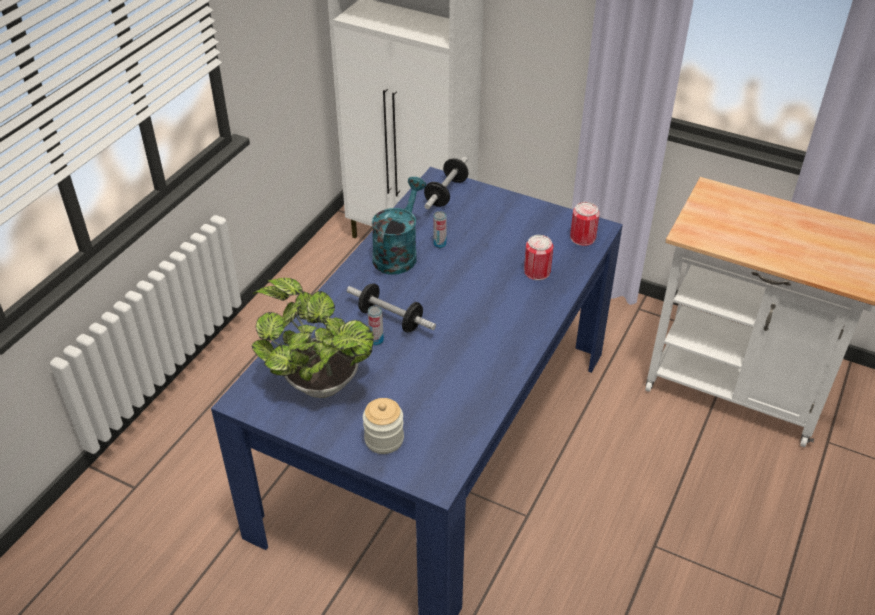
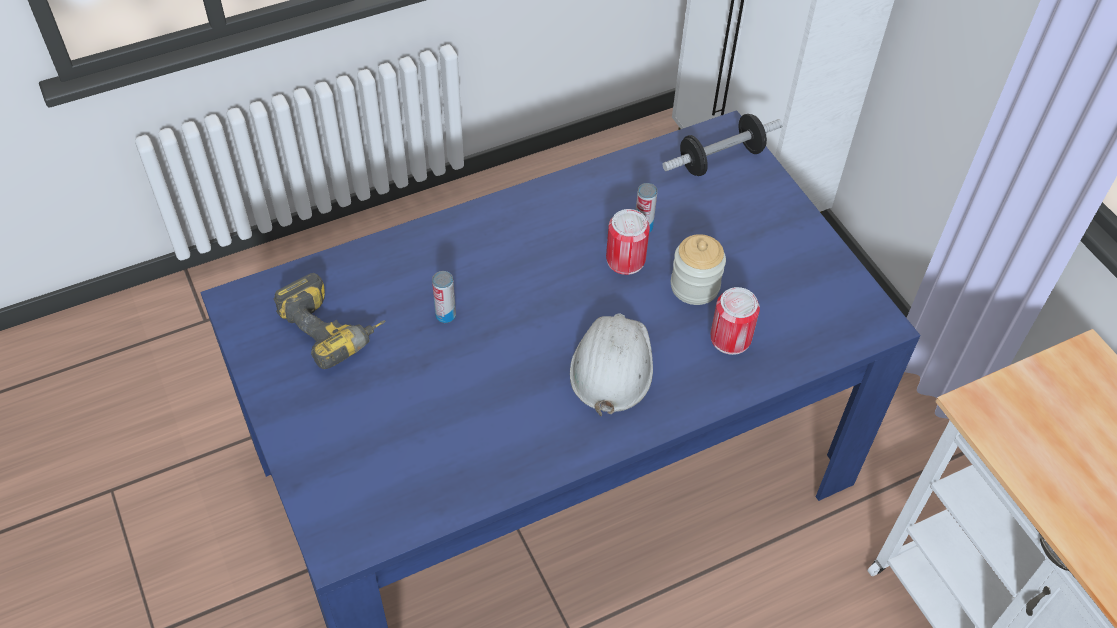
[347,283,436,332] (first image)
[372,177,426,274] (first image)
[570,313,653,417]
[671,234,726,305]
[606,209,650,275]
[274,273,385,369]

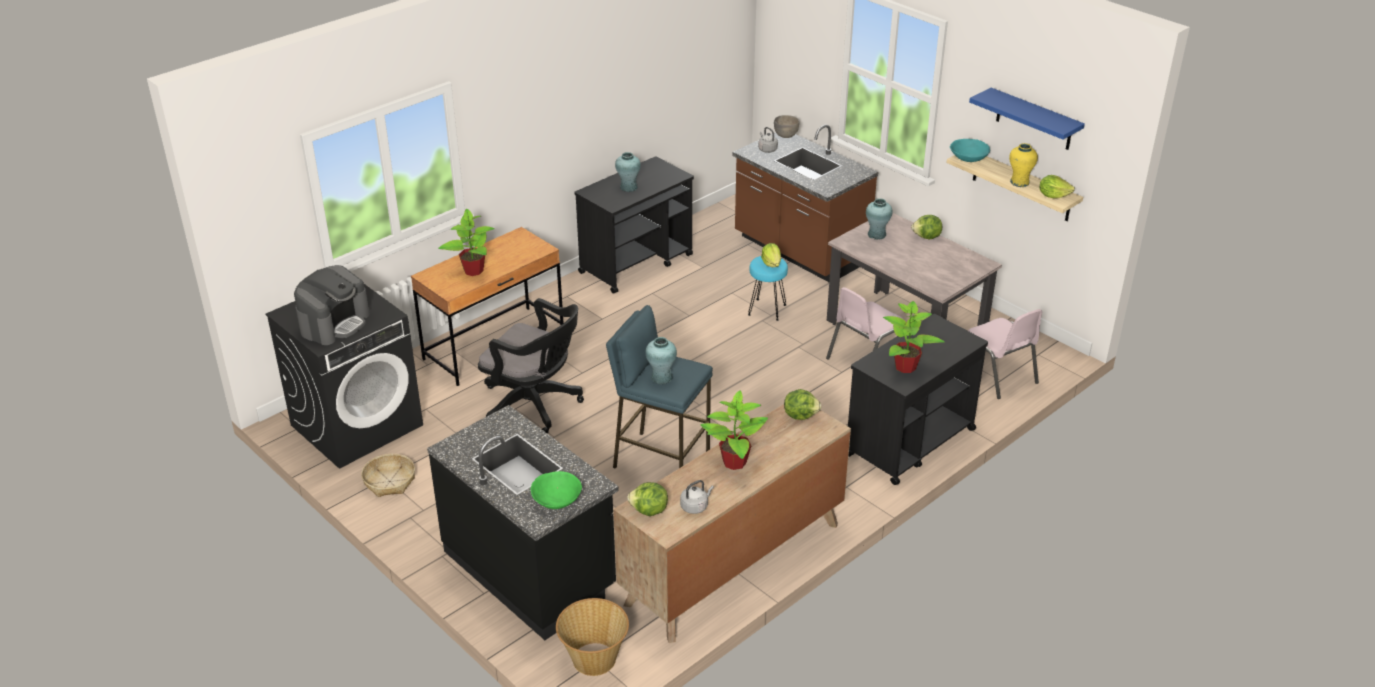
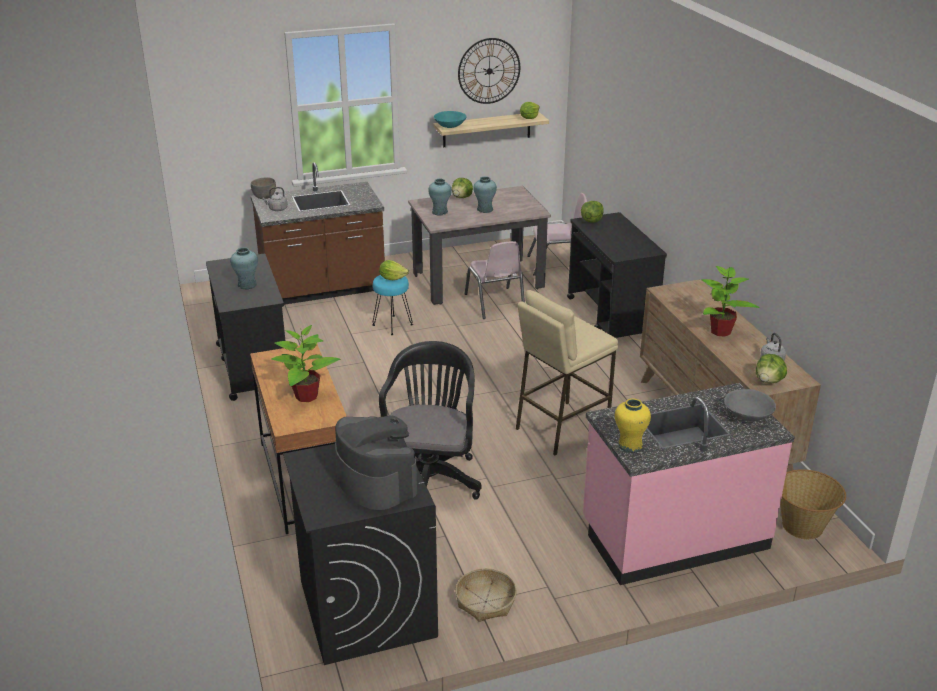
[883,301,945,373] (first image)
[473,177,497,213]
[581,201,604,223]
[615,399,651,453]
[458,38,520,104]
[583,383,795,585]
[724,389,776,421]
[516,290,618,456]
[379,341,482,500]

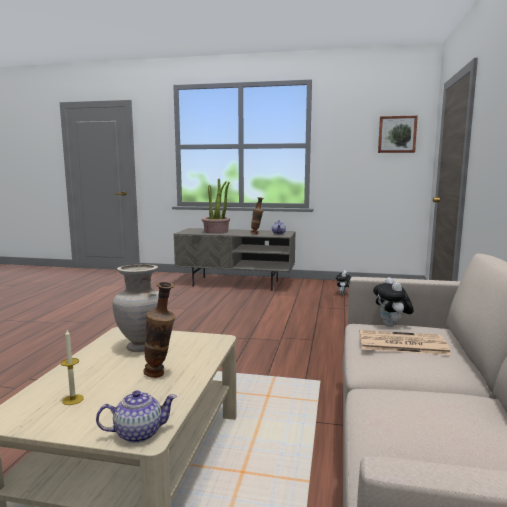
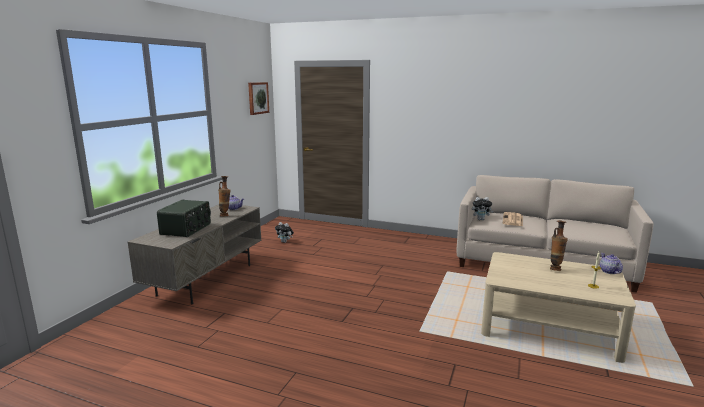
[113,265,159,352] (first image)
[157,200,211,237]

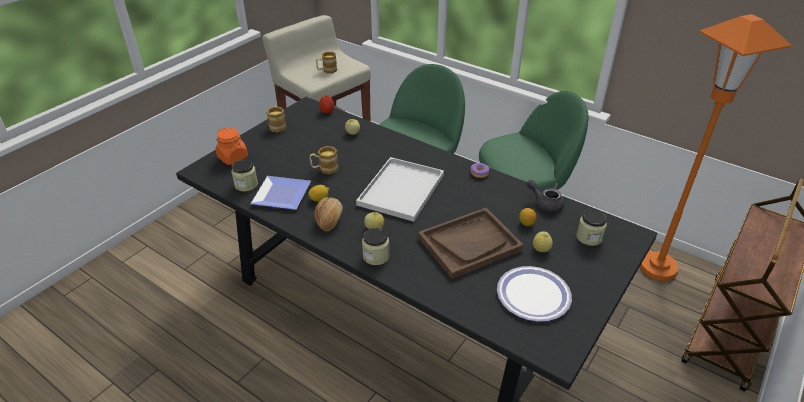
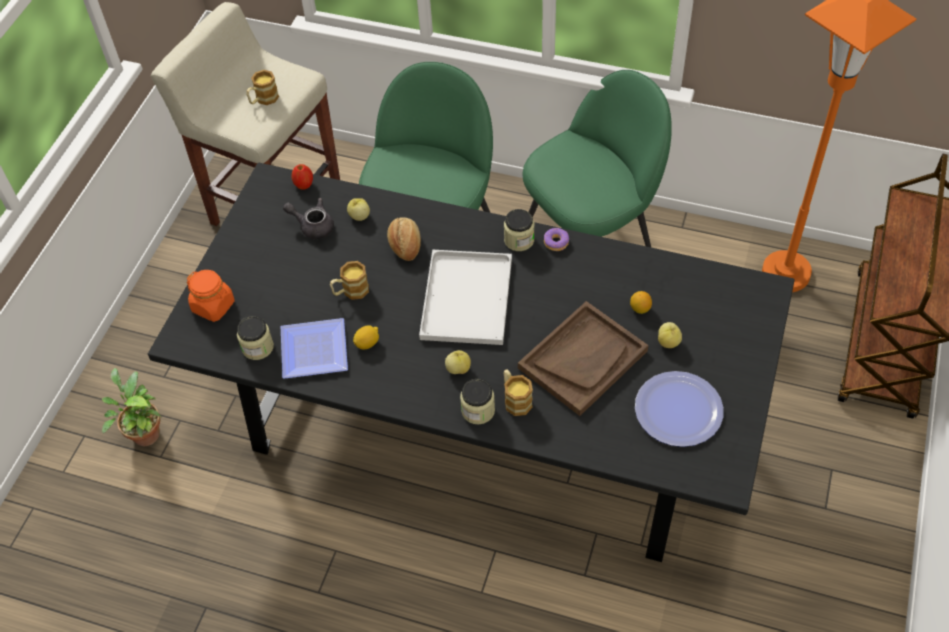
[102,368,162,446]
[504,369,533,416]
[387,217,421,261]
[283,198,334,239]
[504,209,534,251]

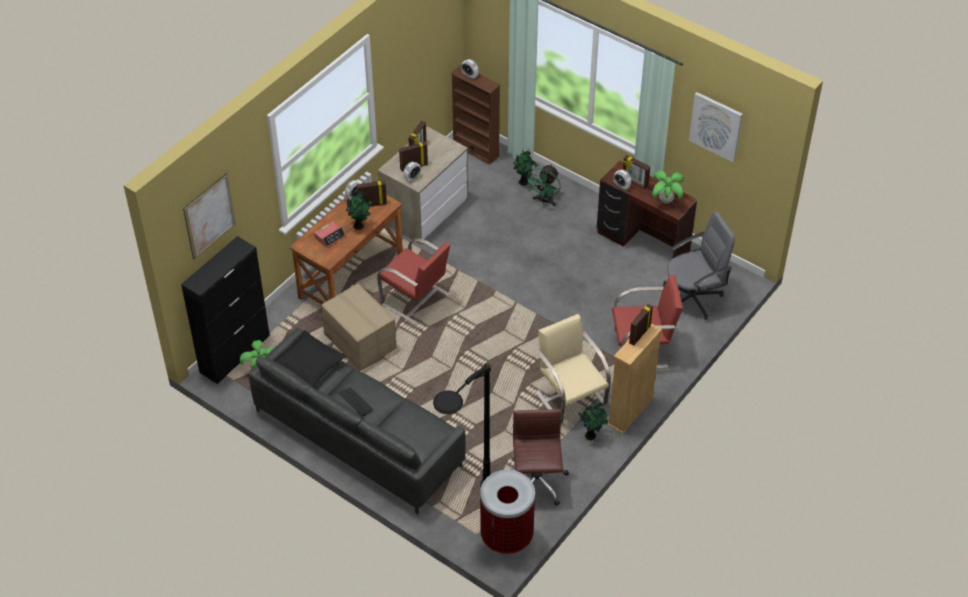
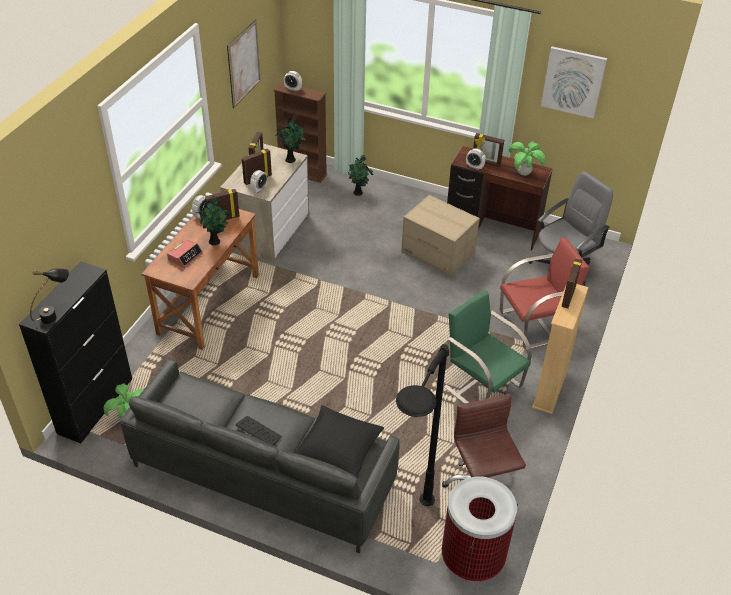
[377,238,450,325] (first image)
[525,164,561,206] (first image)
[30,269,69,324]
[227,19,261,108]
[294,405,384,478]
[401,195,480,276]
[275,116,305,163]
[444,290,532,404]

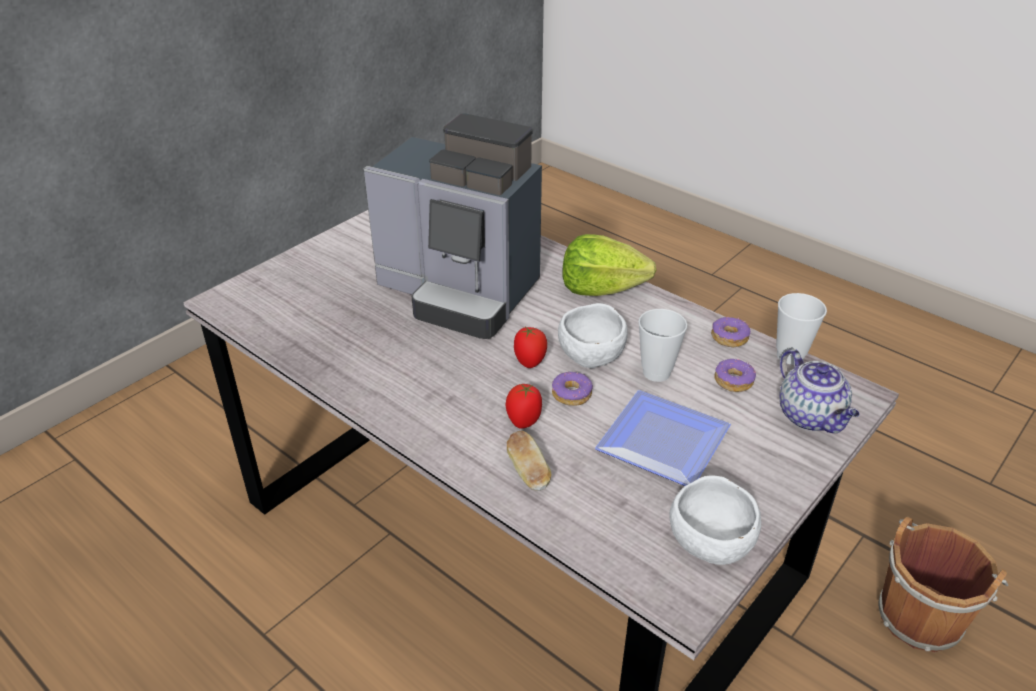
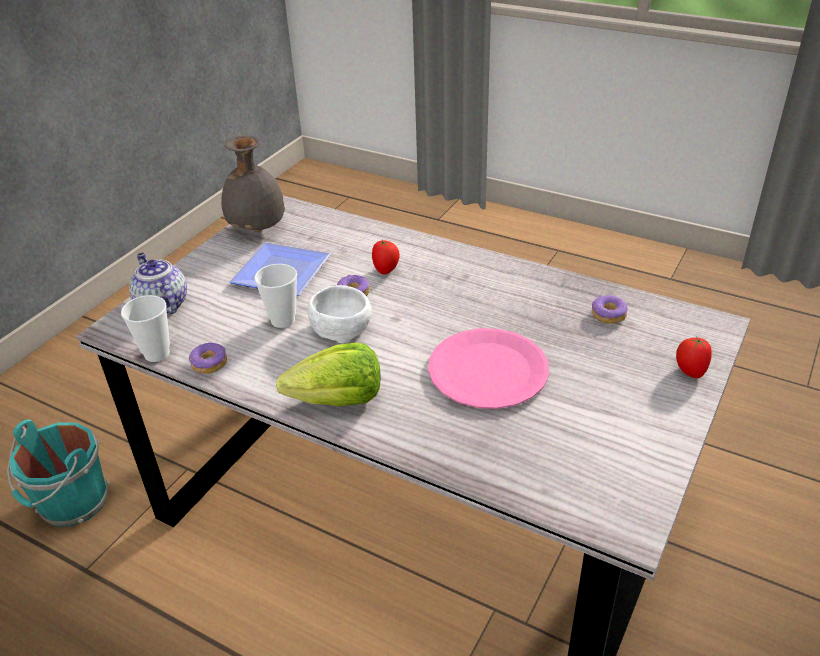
[507,431,551,491] (first image)
[676,336,712,378]
[592,295,628,324]
[428,328,549,409]
[221,135,285,232]
[7,419,110,527]

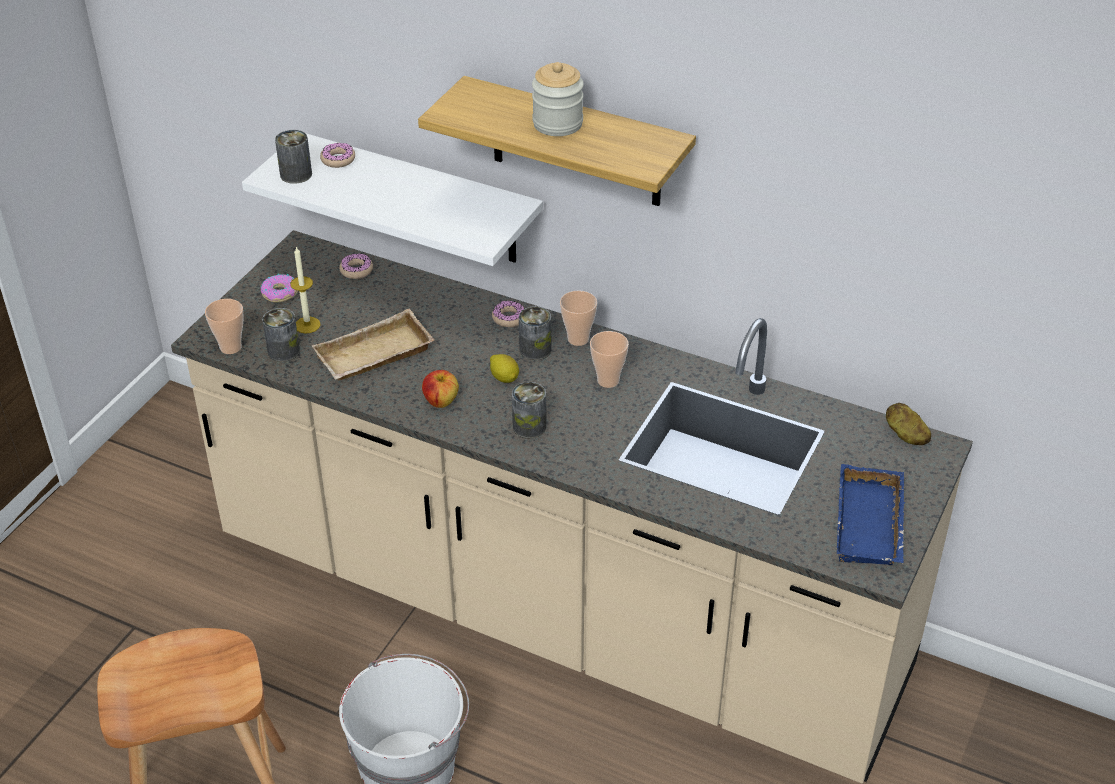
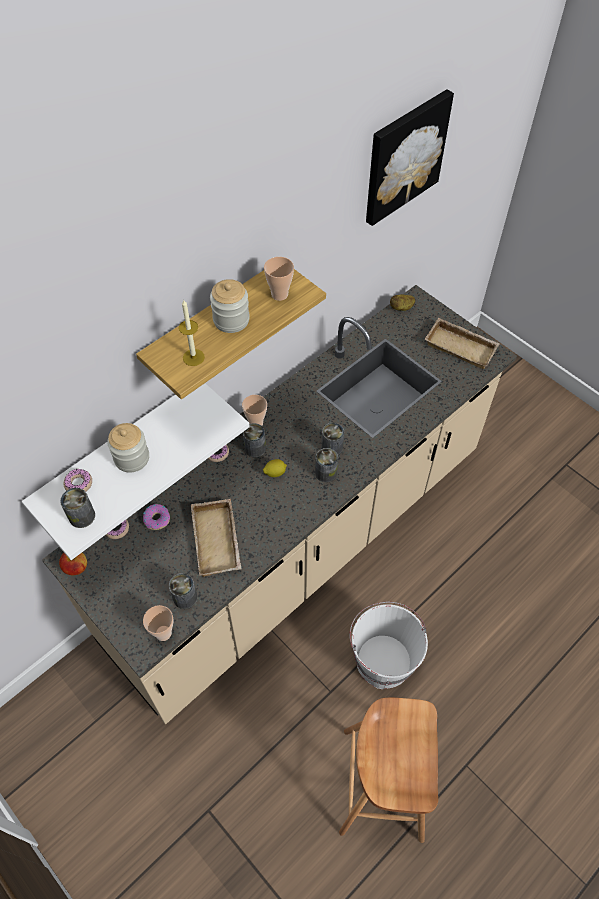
[107,423,149,473]
[322,423,344,455]
[366,90,454,226]
[143,504,170,530]
[179,300,205,366]
[59,553,87,575]
[264,257,294,301]
[425,318,500,369]

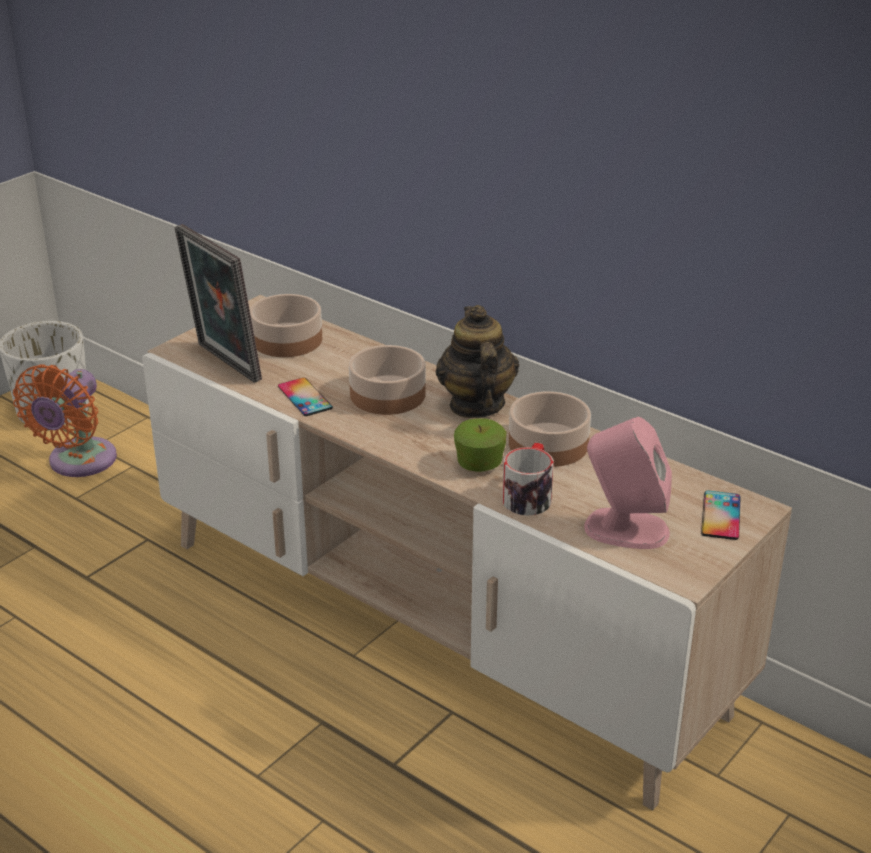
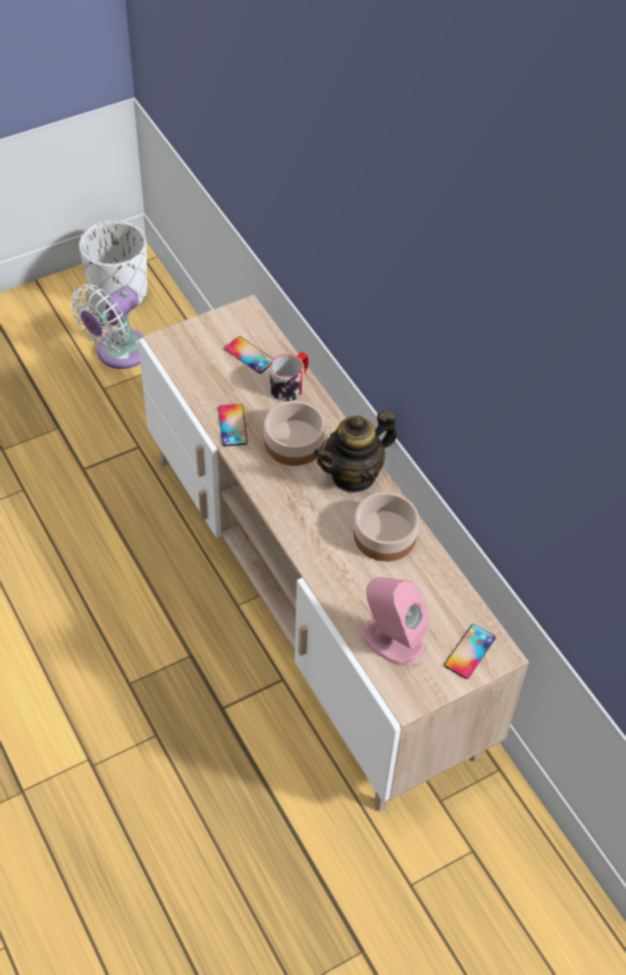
[174,224,262,383] (first image)
[454,418,506,472] (first image)
[270,352,309,401]
[224,336,273,374]
[71,284,144,369]
[314,410,397,493]

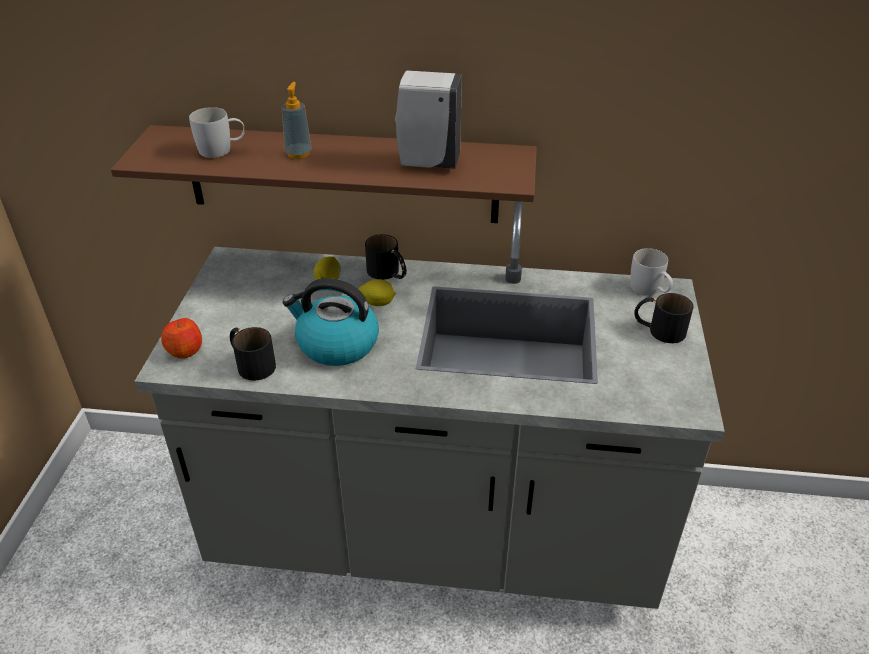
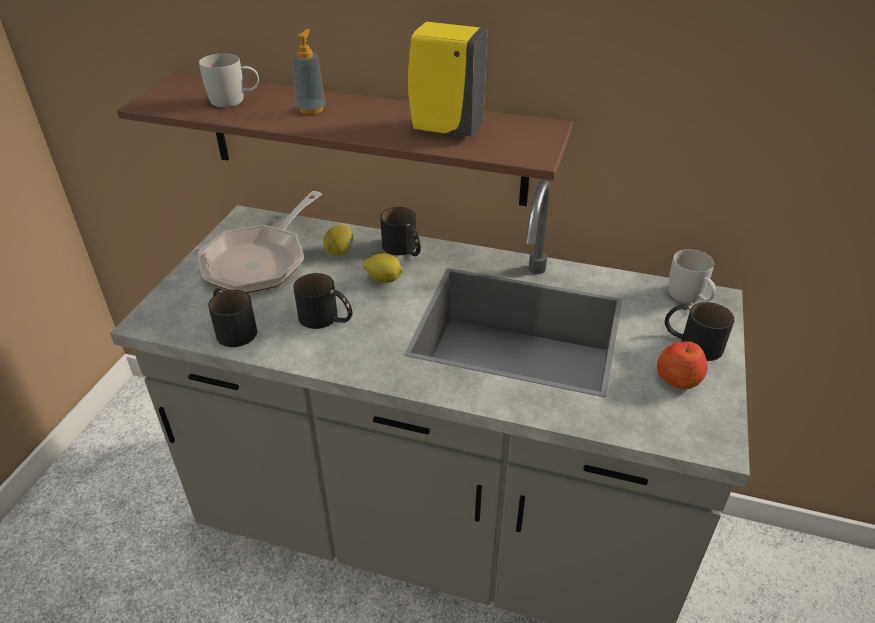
[198,191,322,293]
[657,341,708,389]
[293,273,353,329]
[408,22,487,137]

